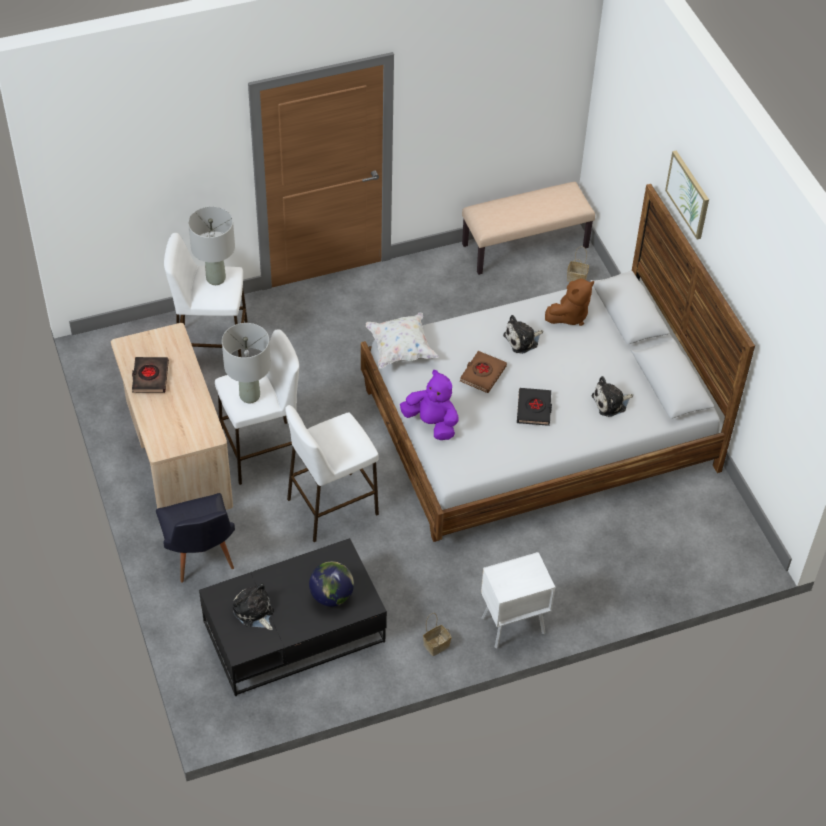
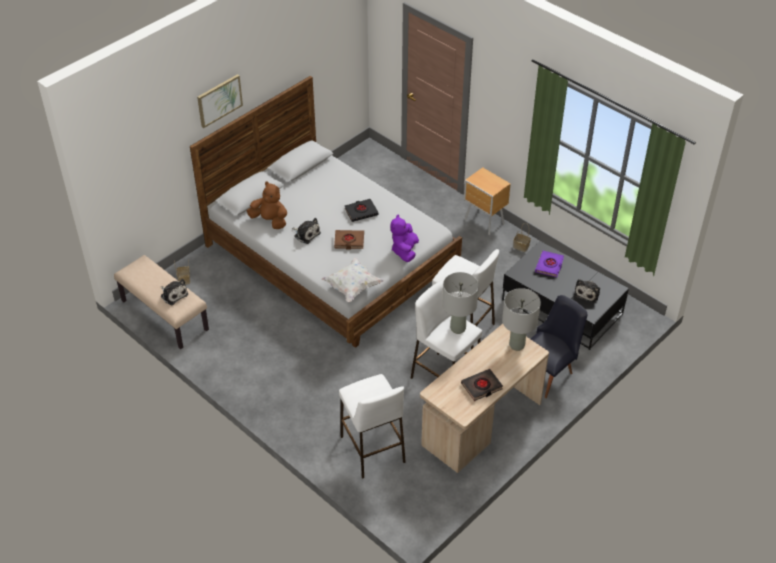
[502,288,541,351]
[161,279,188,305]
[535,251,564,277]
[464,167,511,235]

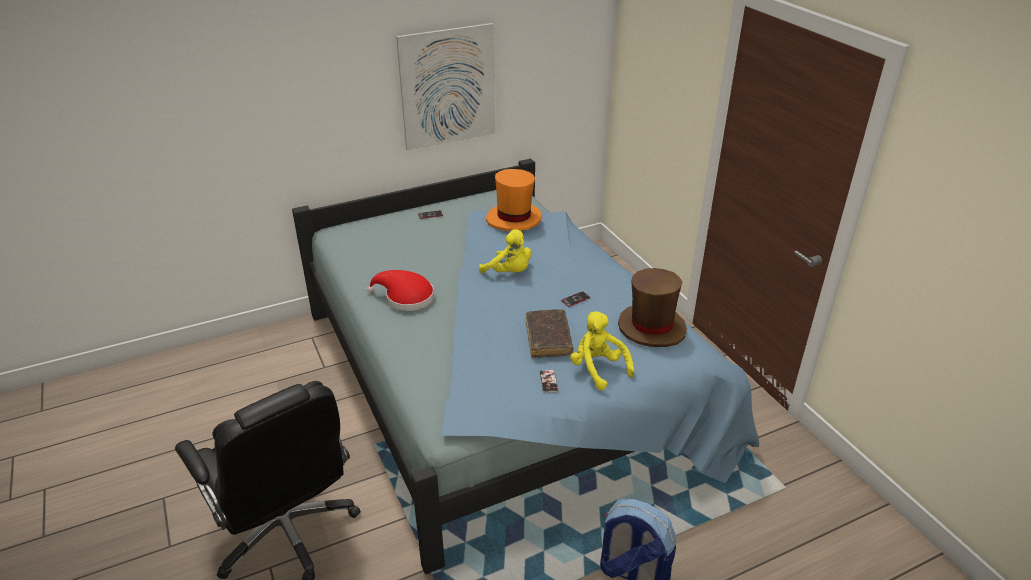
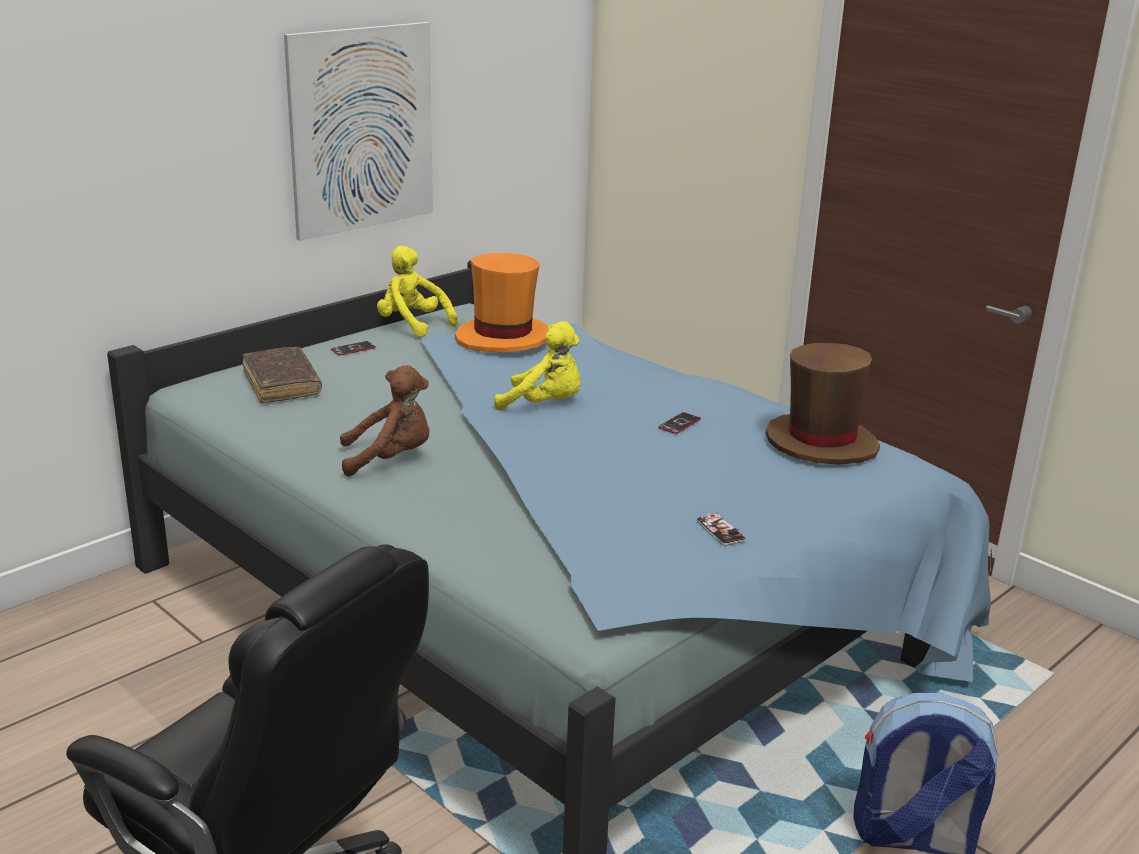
[243,347,322,403]
[377,246,458,337]
[340,365,430,477]

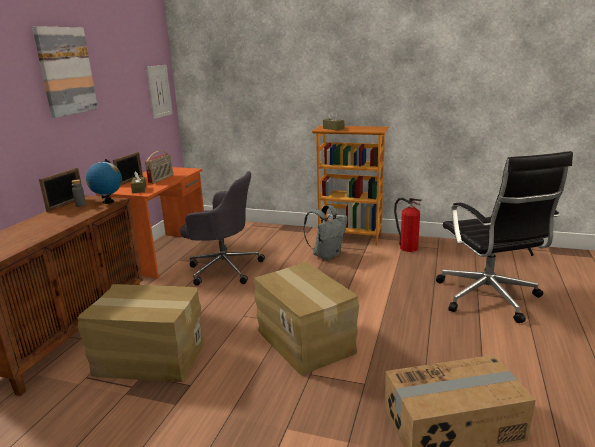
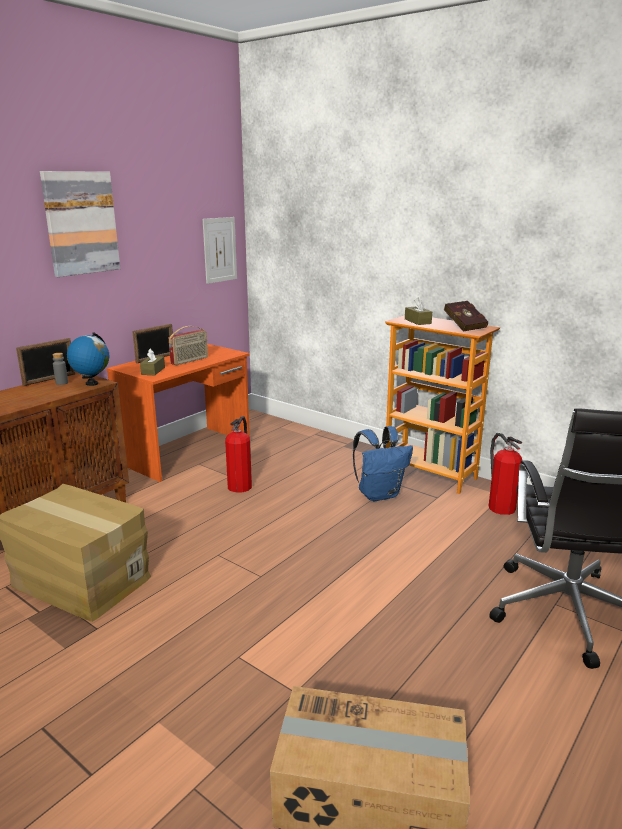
[254,262,359,376] (first image)
[444,301,488,332]
[225,416,252,493]
[353,426,413,501]

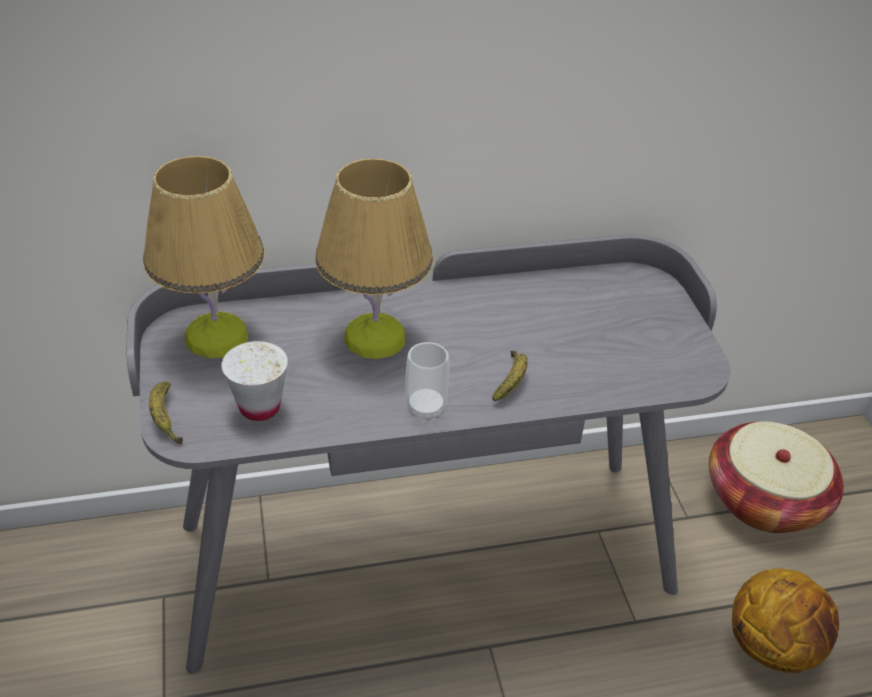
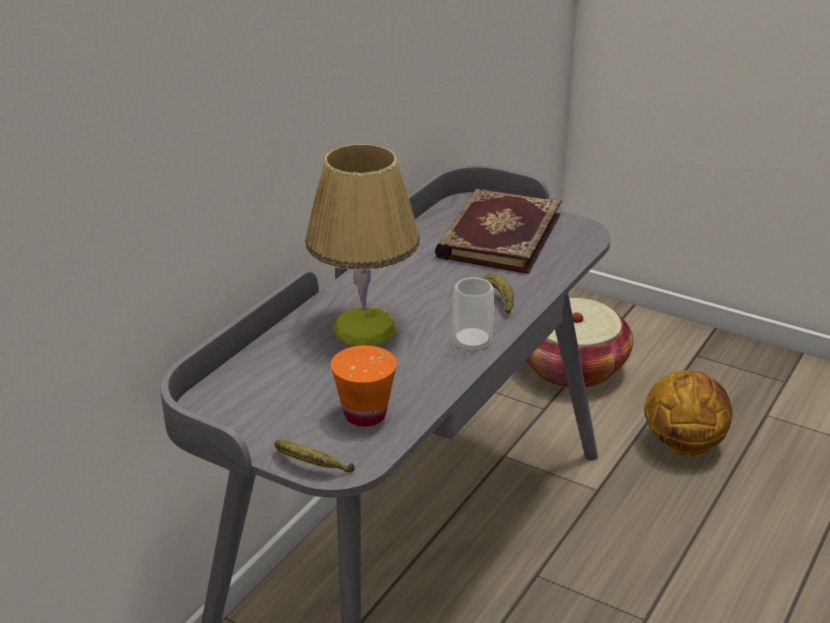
[143,156,265,358] (first image)
[435,188,561,274]
[331,345,397,427]

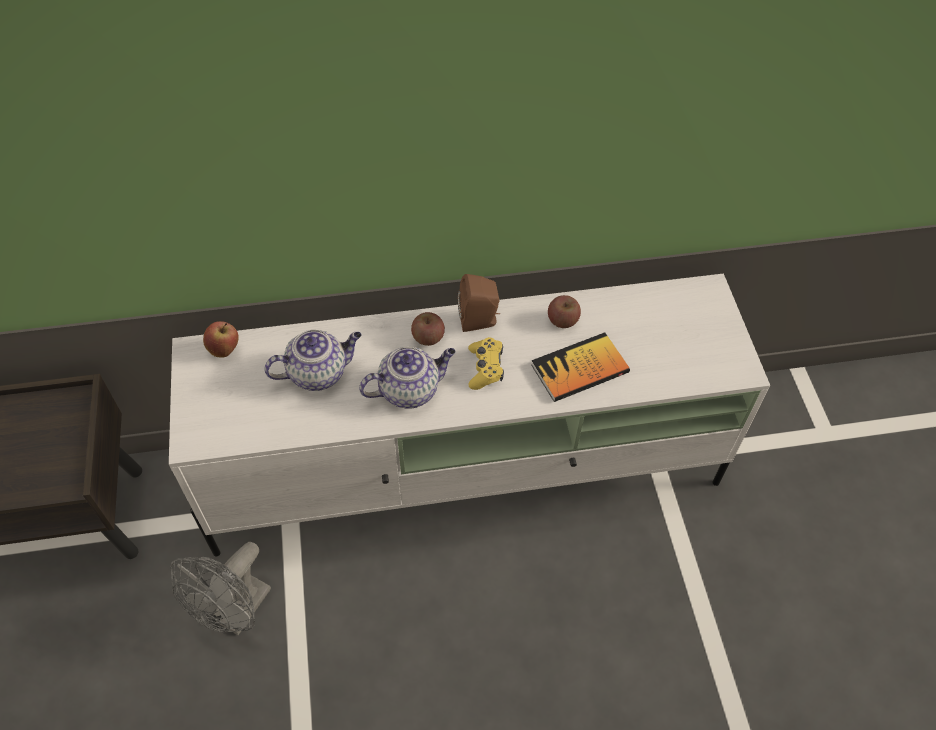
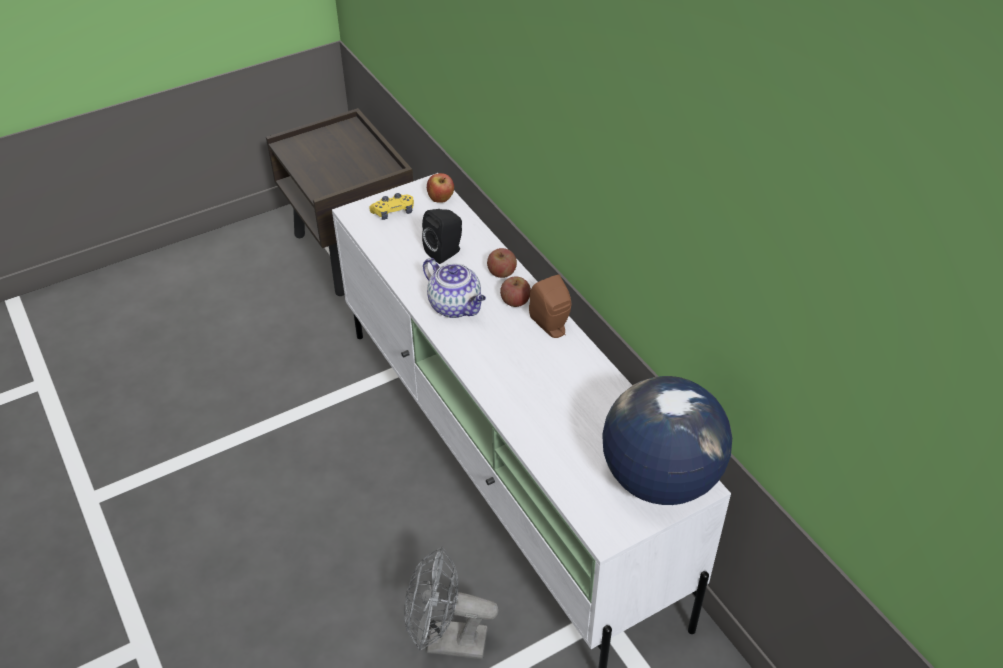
[531,332,630,402] (first image)
[602,376,732,505]
[404,546,499,659]
[369,193,414,220]
[487,248,517,278]
[422,209,462,264]

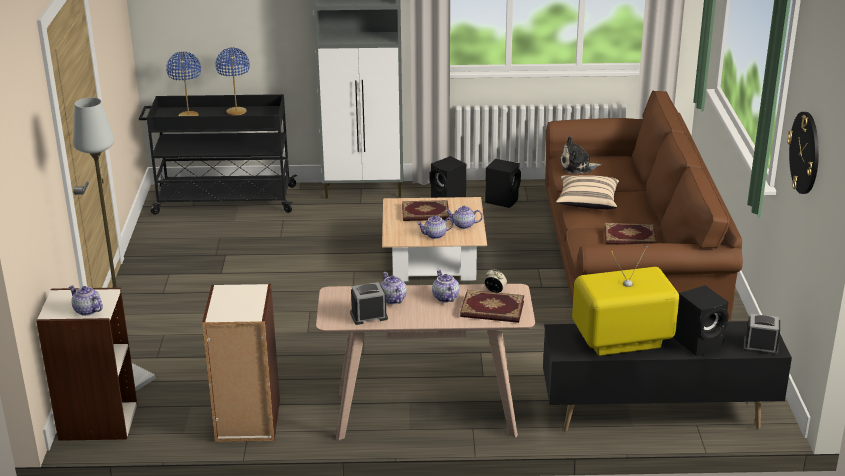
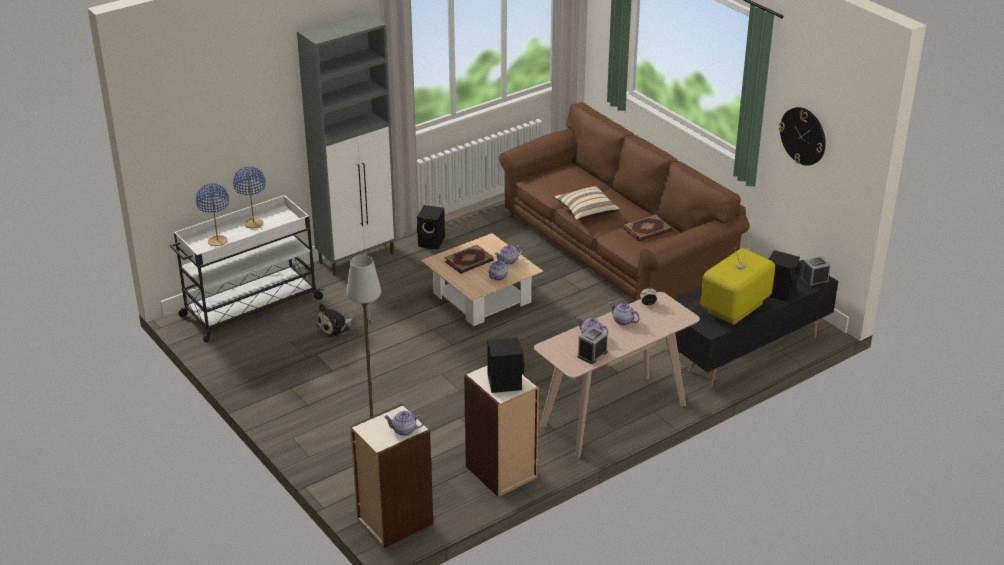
[460,290,524,323] (first image)
[487,337,524,393]
[316,304,353,337]
[170,195,324,342]

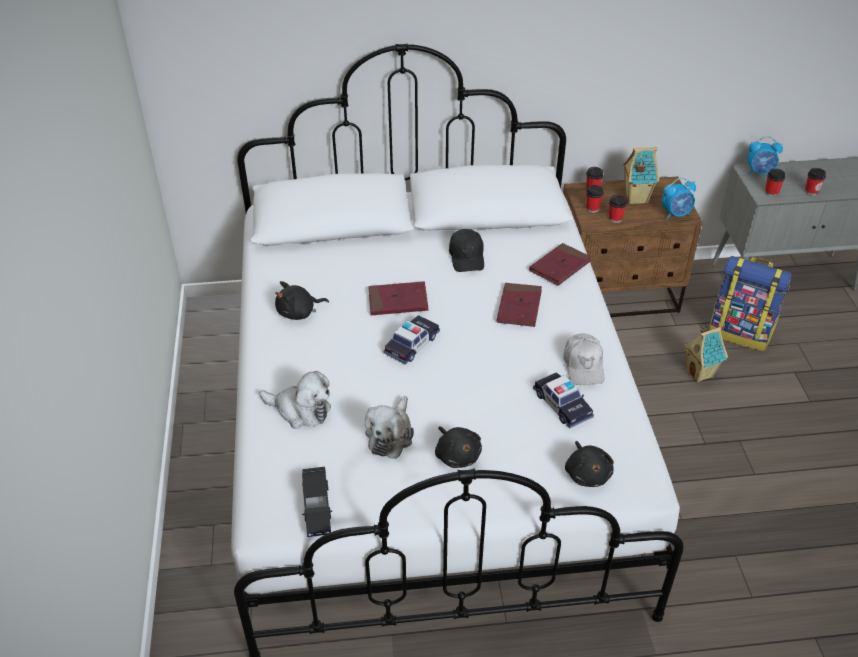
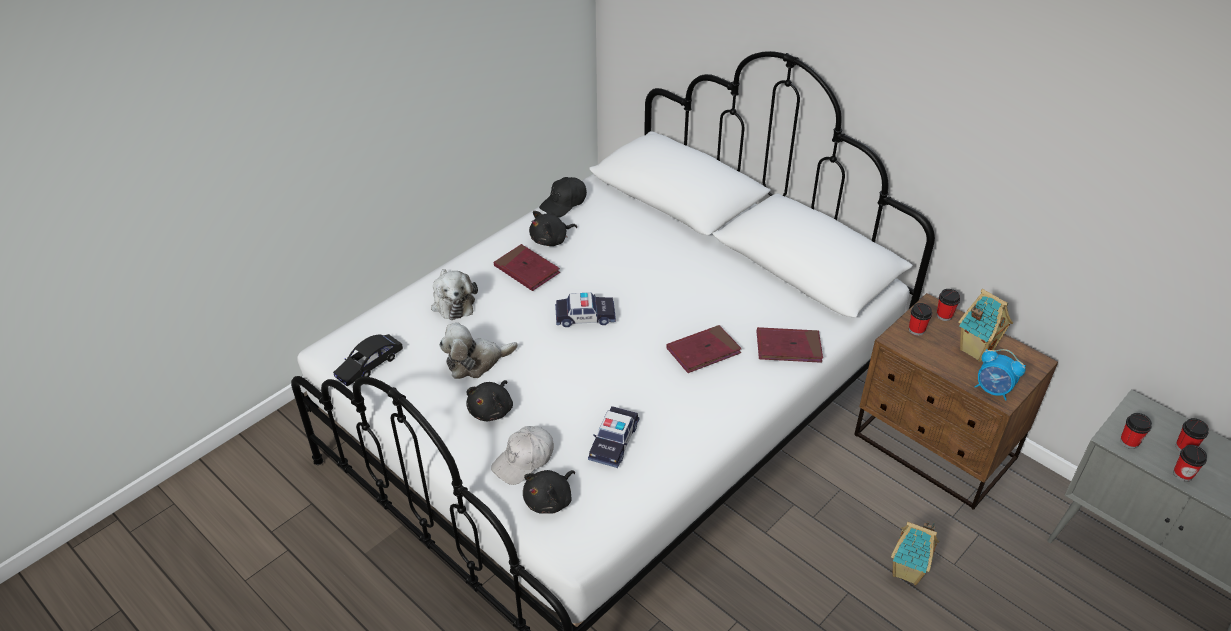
[709,256,791,351] (first image)
[747,137,783,175] (first image)
[494,244,560,291]
[539,177,587,218]
[491,426,554,485]
[1176,418,1209,452]
[529,211,577,246]

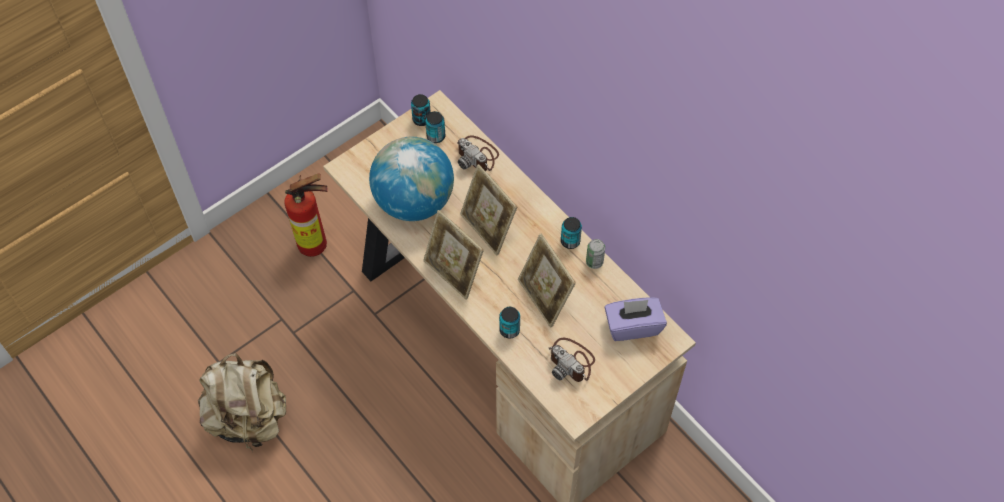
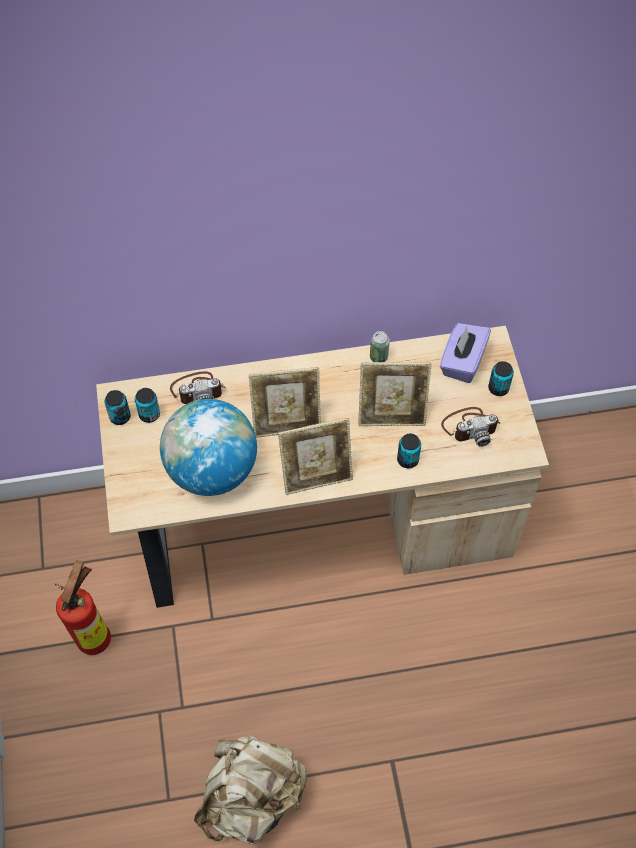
[488,361,514,396]

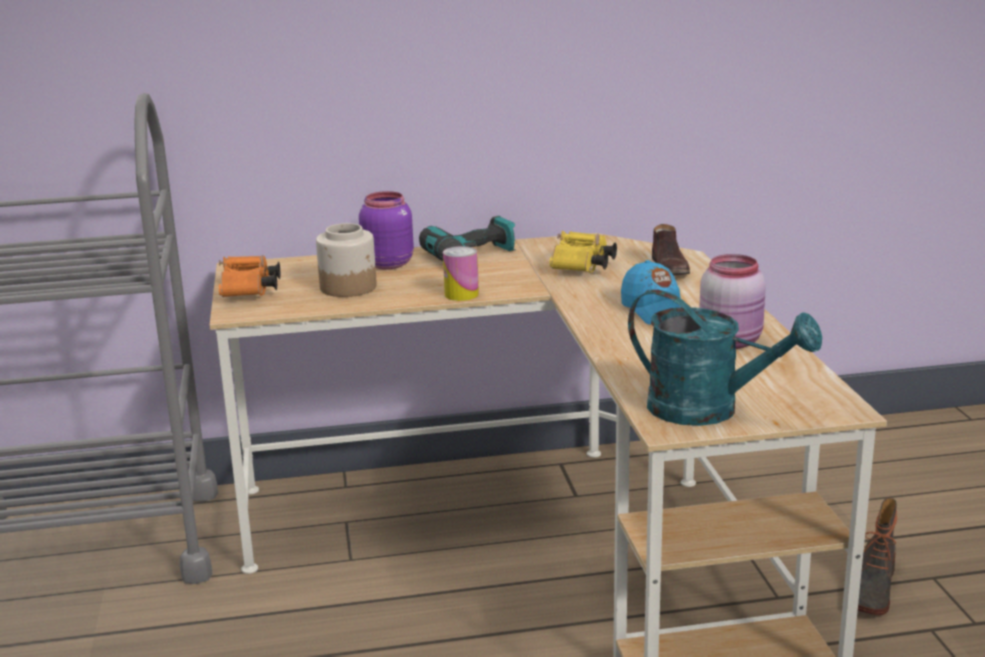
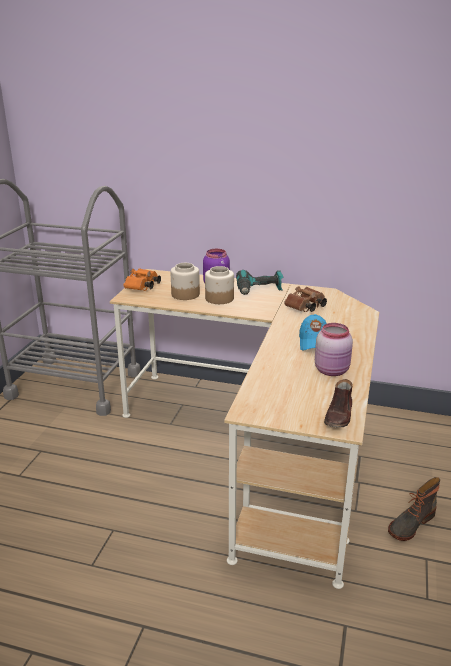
[443,246,479,301] (first image)
[628,290,822,426] (first image)
[205,266,234,304]
[324,379,353,428]
[284,286,327,312]

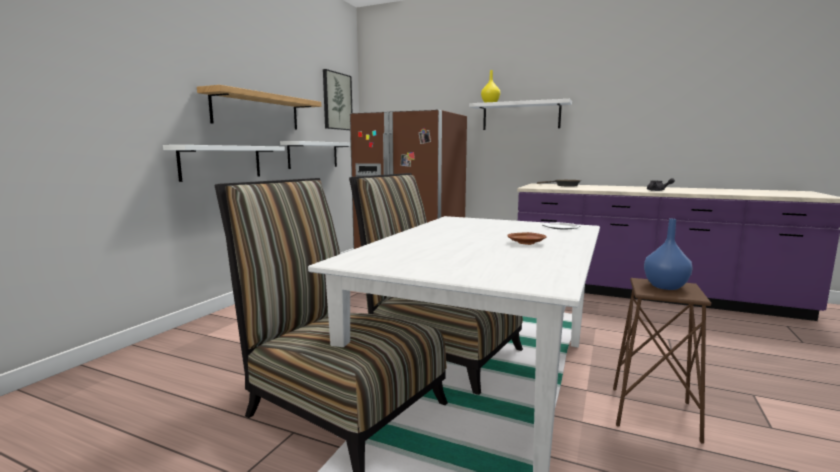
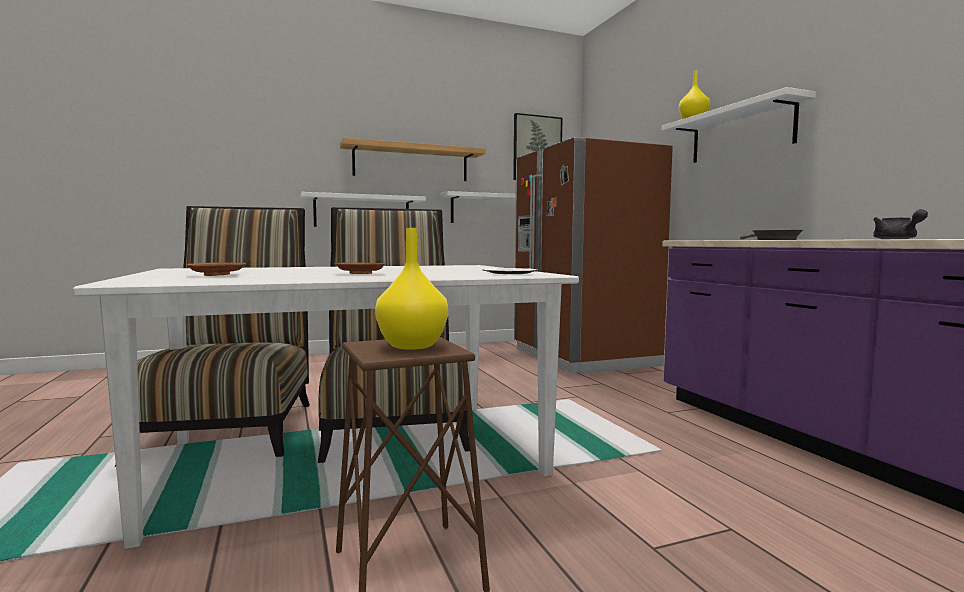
[187,262,246,276]
[375,228,448,350]

